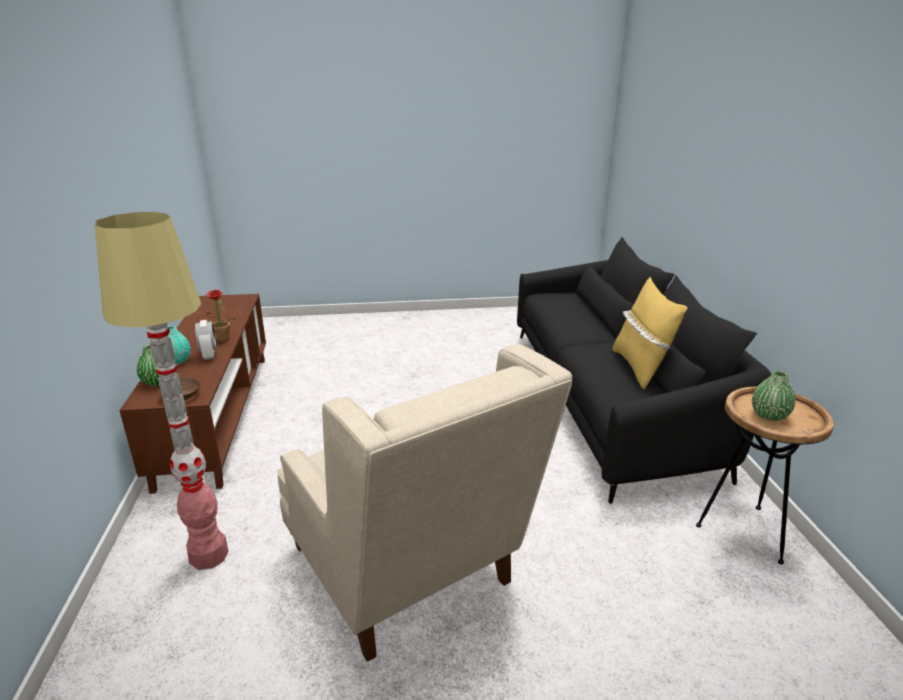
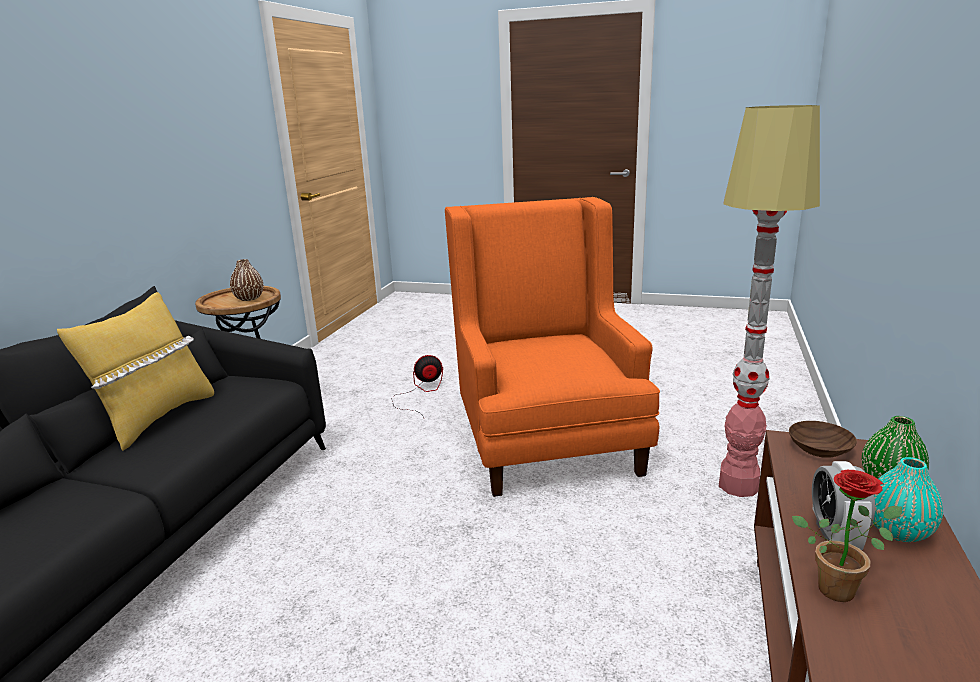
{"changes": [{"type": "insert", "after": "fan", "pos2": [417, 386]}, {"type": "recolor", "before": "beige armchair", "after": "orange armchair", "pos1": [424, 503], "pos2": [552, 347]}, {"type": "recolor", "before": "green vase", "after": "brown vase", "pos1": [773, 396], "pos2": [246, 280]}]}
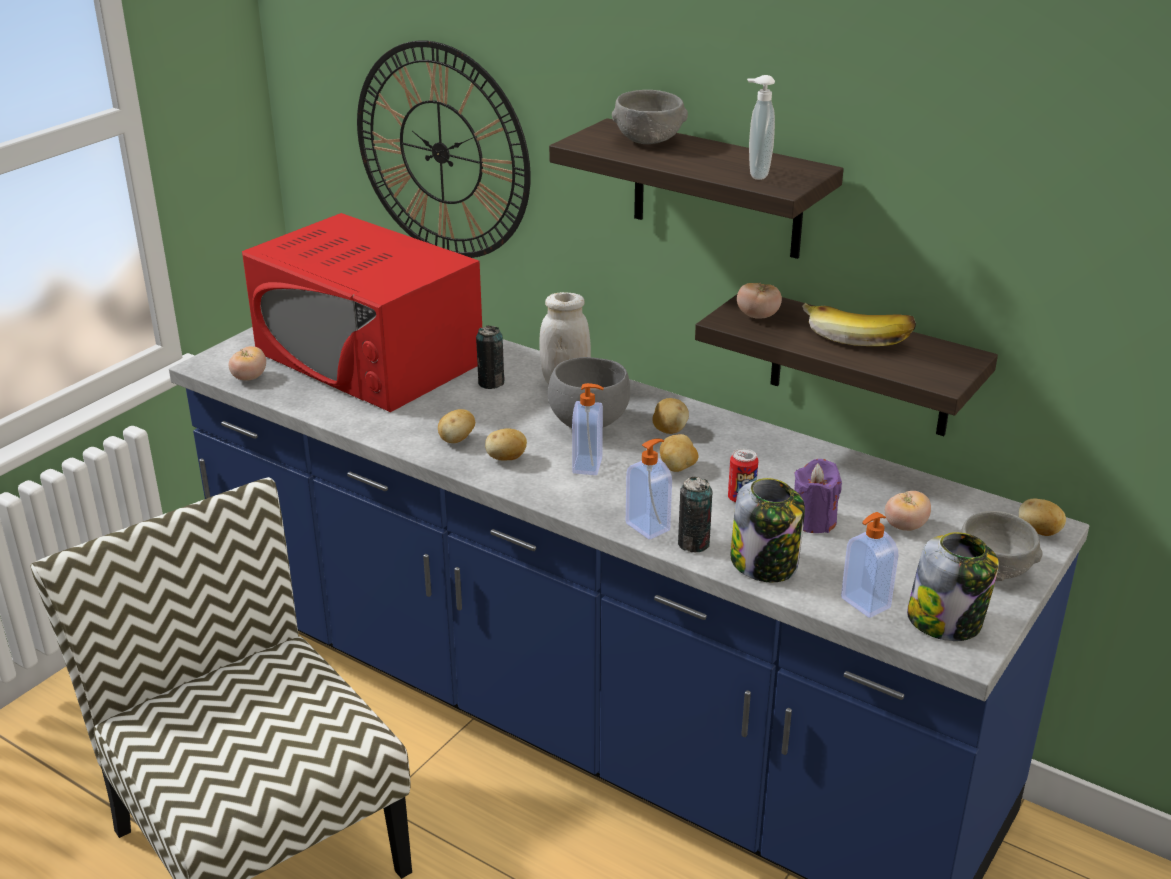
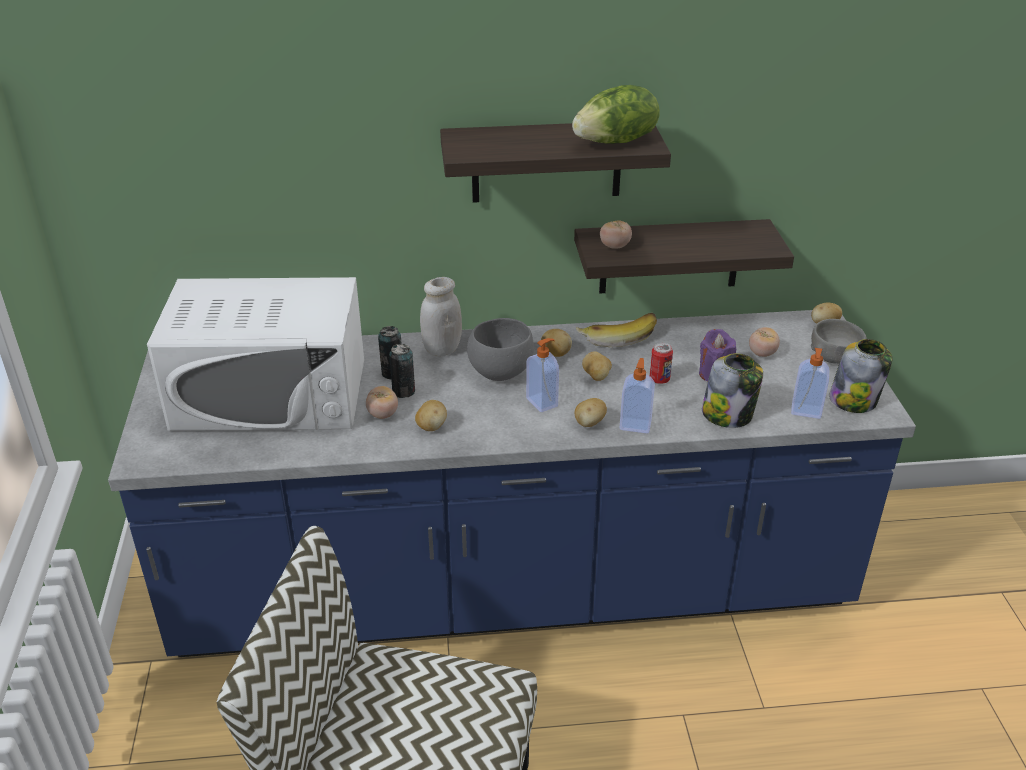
{"changes": [{"type": "delete", "before": "wall clock", "pos1": [444, 149]}, {"type": "delete", "before": "grey bowl", "pos1": [650, 117]}, {"type": "move", "before": "tomato", "pos1": [247, 363], "pos2": [382, 402]}, {"type": "move", "before": "potato", "pos1": [506, 444], "pos2": [591, 412]}, {"type": "move", "before": "can", "pos1": [695, 514], "pos2": [402, 371]}, {"type": "move", "before": "banana", "pos1": [859, 324], "pos2": [616, 330]}, {"type": "replace", "before": "soap dispenser", "after": "lettuce", "pos1": [761, 127], "pos2": [616, 114]}, {"type": "recolor", "before": "red microwave", "after": "white microwave", "pos1": [362, 312], "pos2": [255, 354]}]}
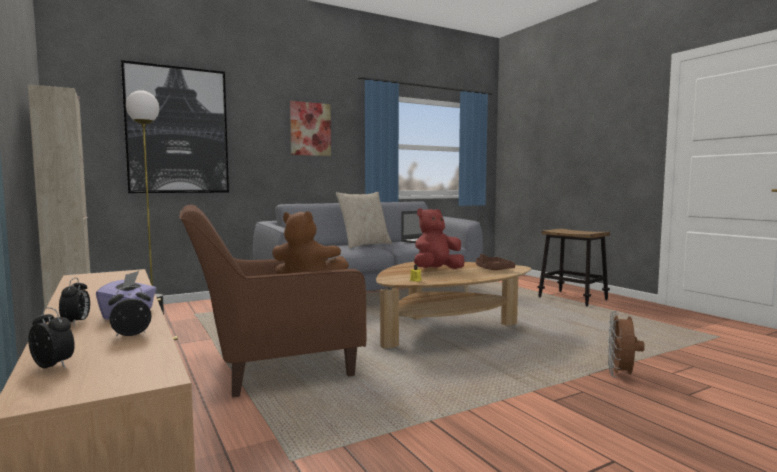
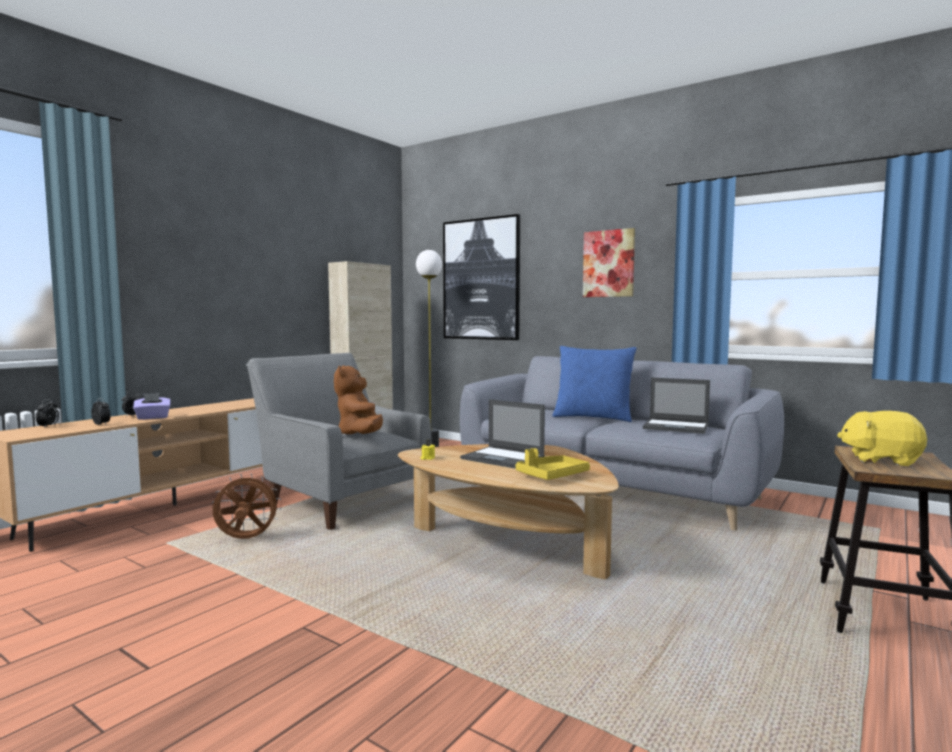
{"changes": [{"type": "insert", "after": "yellow plush toy", "pos2": [882, 438]}, {"type": "move", "before": "brown fan", "pos1": [626, 344], "pos2": [246, 506]}, {"type": "replace", "before": "red plush toy", "after": "laptop", "pos1": [439, 238], "pos2": [502, 434]}, {"type": "recolor", "before": "brown armchair", "after": "grey armchair", "pos1": [272, 301], "pos2": [339, 441]}, {"type": "recolor", "before": "beige pillow", "after": "blue pillow", "pos1": [364, 220], "pos2": [594, 384]}, {"type": "recolor", "before": "brown tray", "after": "yellow tray", "pos1": [495, 262], "pos2": [553, 464]}]}
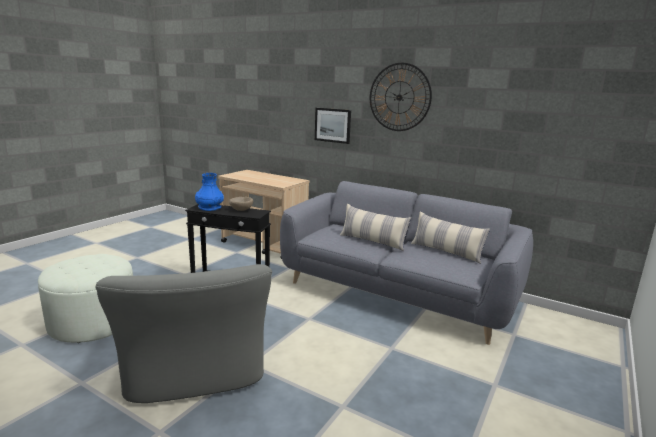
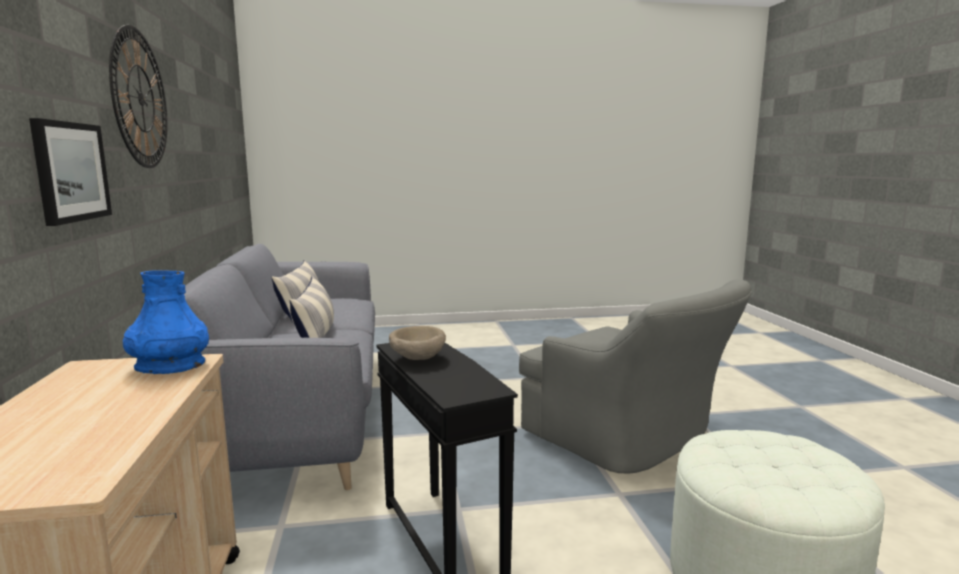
{"changes": [{"type": "move", "before": "blue vase", "pos1": [209, 192], "pos2": [166, 322]}, {"type": "rotate", "before": "grey armchair", "pos1": [183, 333], "pos2": [635, 376], "turn": 105}]}
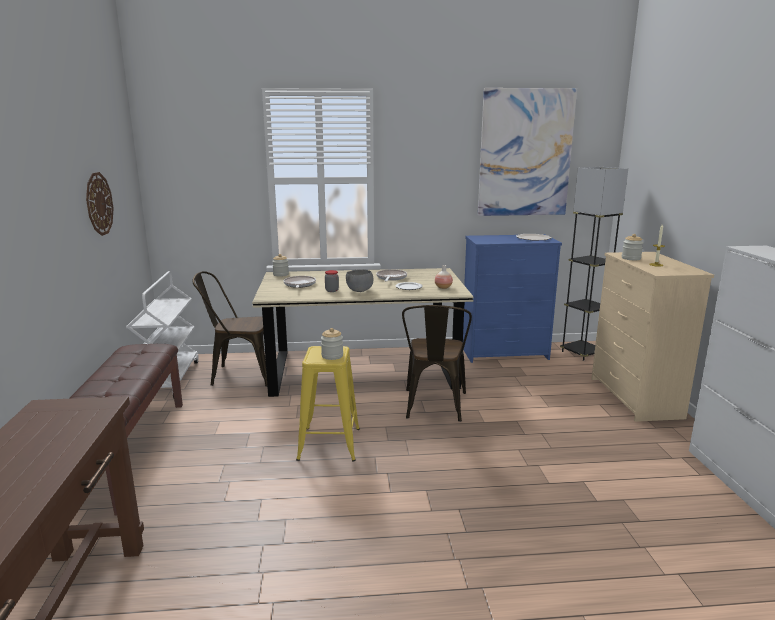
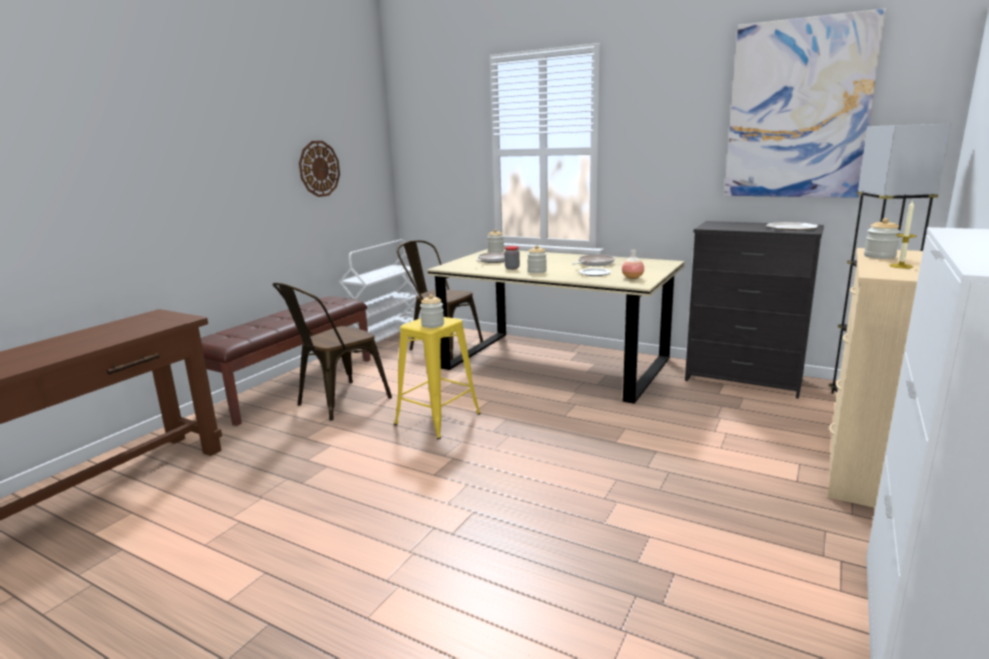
{"changes": [{"type": "move", "before": "brown chair", "pos1": [437, 363], "pos2": [332, 352]}, {"type": "replace", "before": "grey bowl", "after": "jar", "pos1": [359, 281], "pos2": [537, 259]}, {"type": "recolor", "before": "blue dresser", "after": "black dresser", "pos1": [512, 298], "pos2": [754, 310]}]}
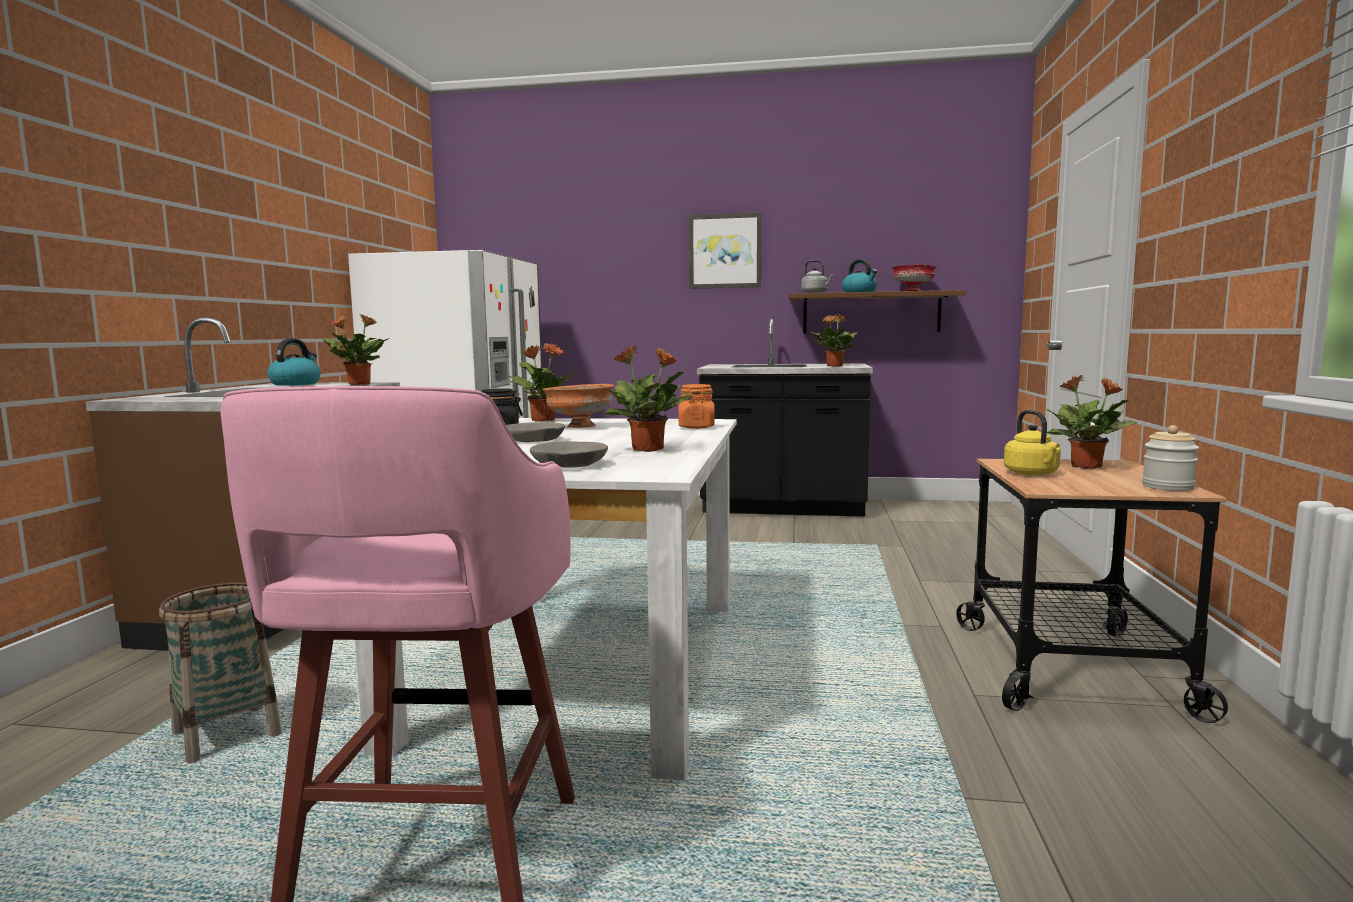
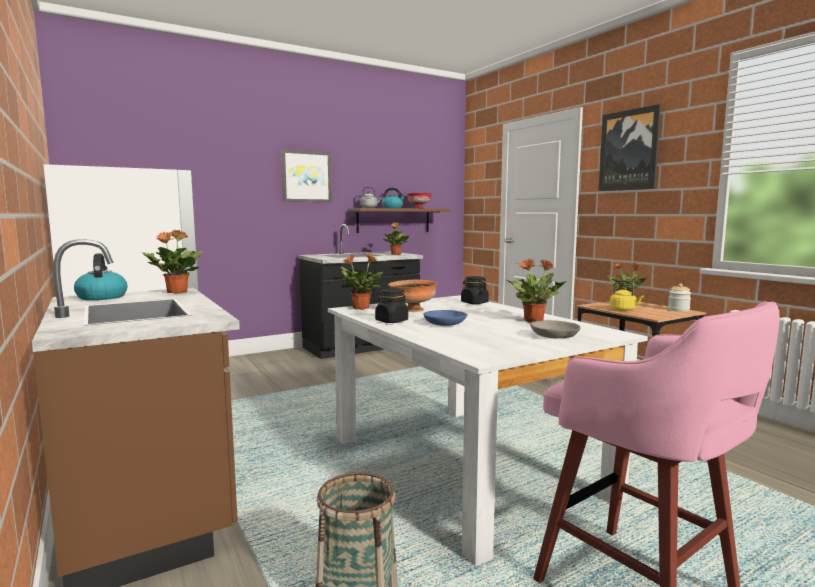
{"changes": [{"type": "insert", "after": "picture", "pos2": [630, 147]}, {"type": "recolor", "before": "grey bowl", "after": "blue bowl", "pos1": [535, 432], "pos2": [445, 318]}, {"type": "recolor", "before": "orange jar", "after": "black jar", "pos1": [696, 406], "pos2": [475, 290]}]}
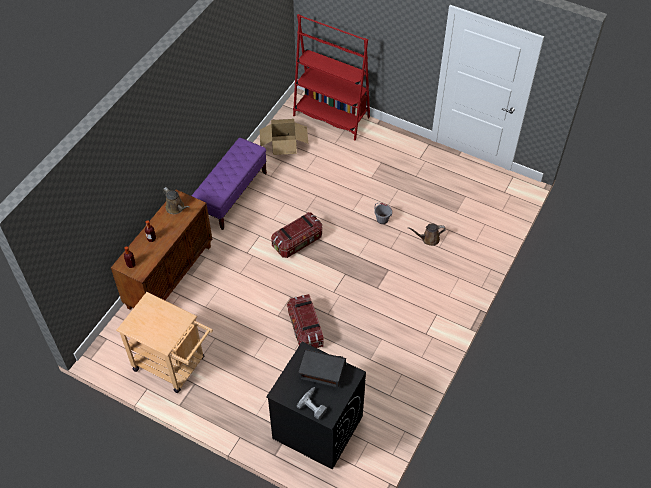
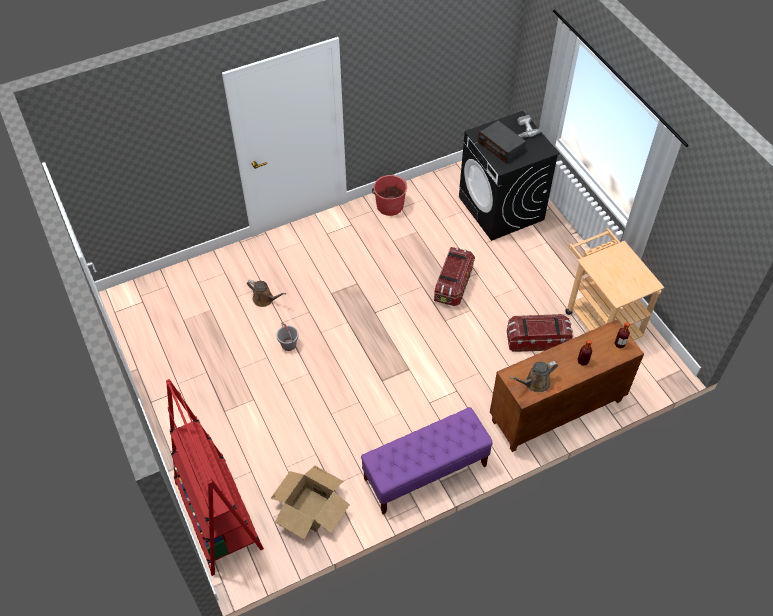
{"changes": [{"type": "insert", "after": "red bucket", "pos2": [389, 195]}, {"type": "move", "before": "storage box", "pos1": [296, 235], "pos2": [540, 333]}, {"type": "rotate", "before": "brown watering can", "pos1": [176, 200], "pos2": [533, 376], "turn": -105}]}
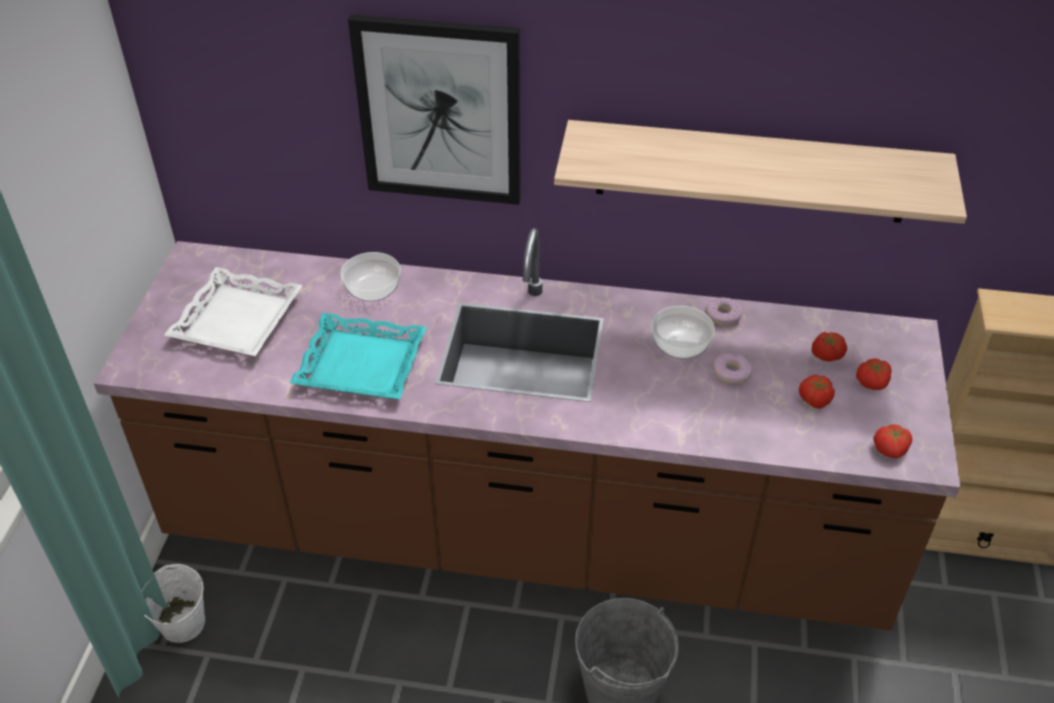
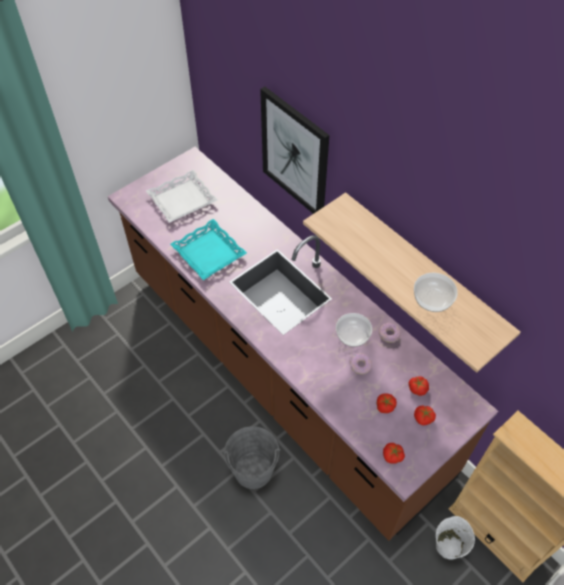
{"changes": [{"type": "move", "before": "white bucket", "pos1": [173, 603], "pos2": [455, 538]}, {"type": "move", "before": "bowl", "pos1": [371, 277], "pos2": [436, 292]}]}
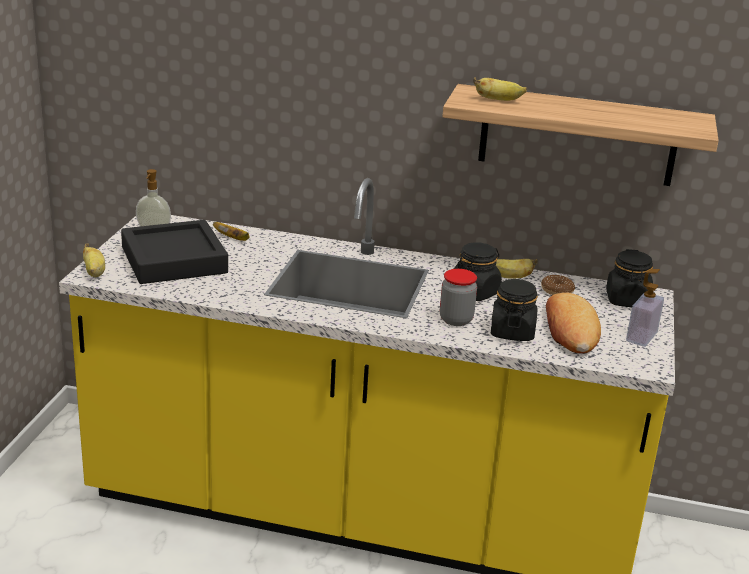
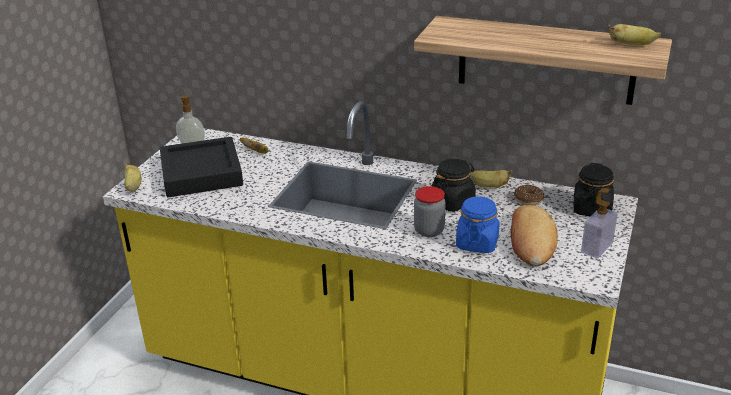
{"changes": [{"type": "move", "before": "banana", "pos1": [500, 89], "pos2": [634, 34]}, {"type": "recolor", "before": "black jar", "after": "blue jar", "pos1": [514, 310], "pos2": [477, 224]}]}
